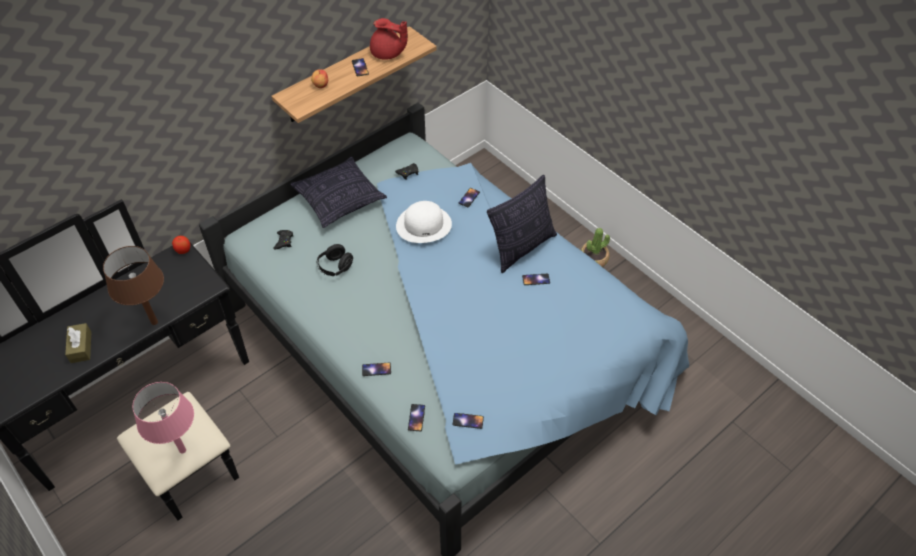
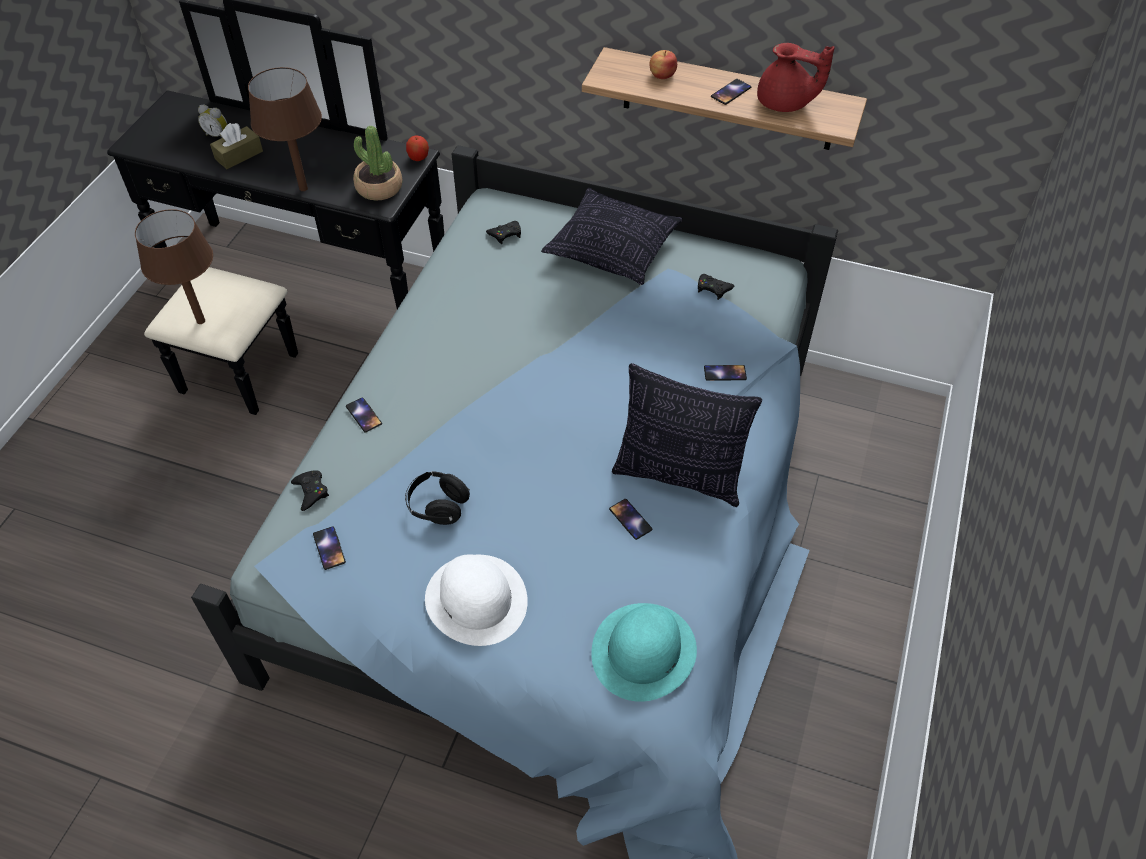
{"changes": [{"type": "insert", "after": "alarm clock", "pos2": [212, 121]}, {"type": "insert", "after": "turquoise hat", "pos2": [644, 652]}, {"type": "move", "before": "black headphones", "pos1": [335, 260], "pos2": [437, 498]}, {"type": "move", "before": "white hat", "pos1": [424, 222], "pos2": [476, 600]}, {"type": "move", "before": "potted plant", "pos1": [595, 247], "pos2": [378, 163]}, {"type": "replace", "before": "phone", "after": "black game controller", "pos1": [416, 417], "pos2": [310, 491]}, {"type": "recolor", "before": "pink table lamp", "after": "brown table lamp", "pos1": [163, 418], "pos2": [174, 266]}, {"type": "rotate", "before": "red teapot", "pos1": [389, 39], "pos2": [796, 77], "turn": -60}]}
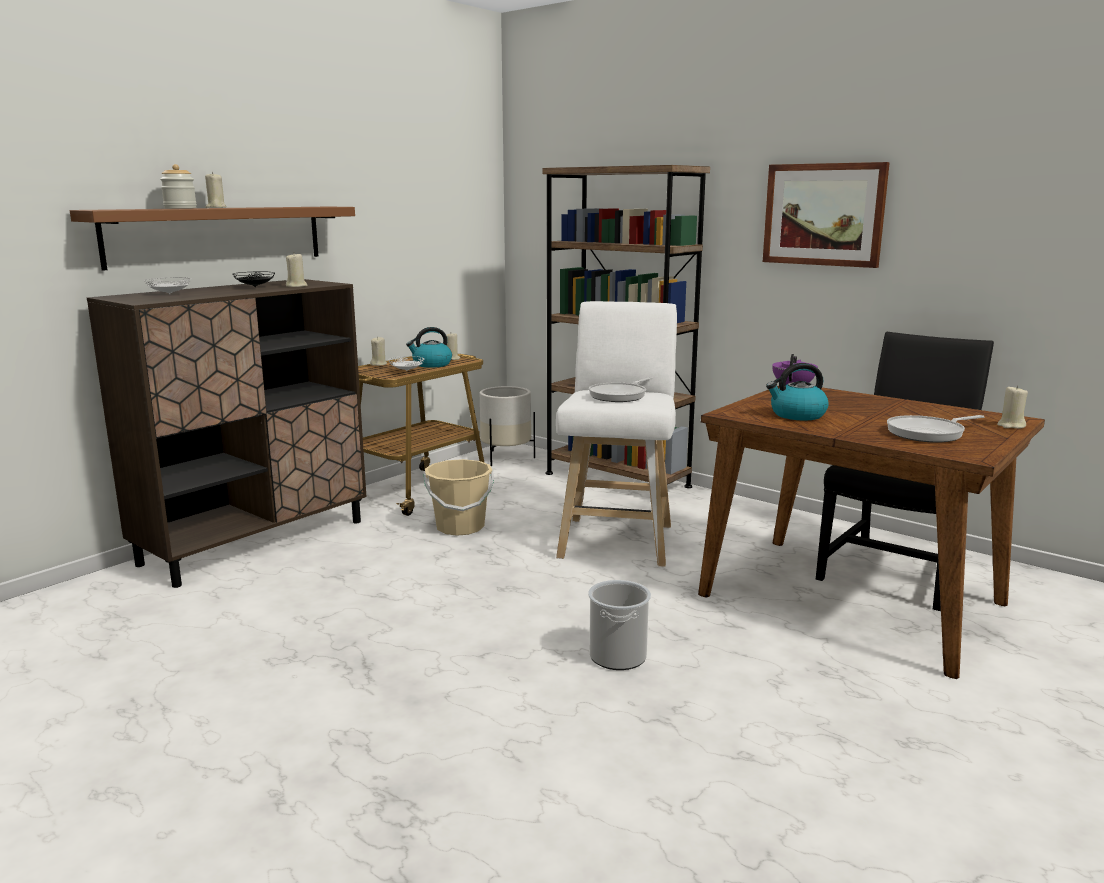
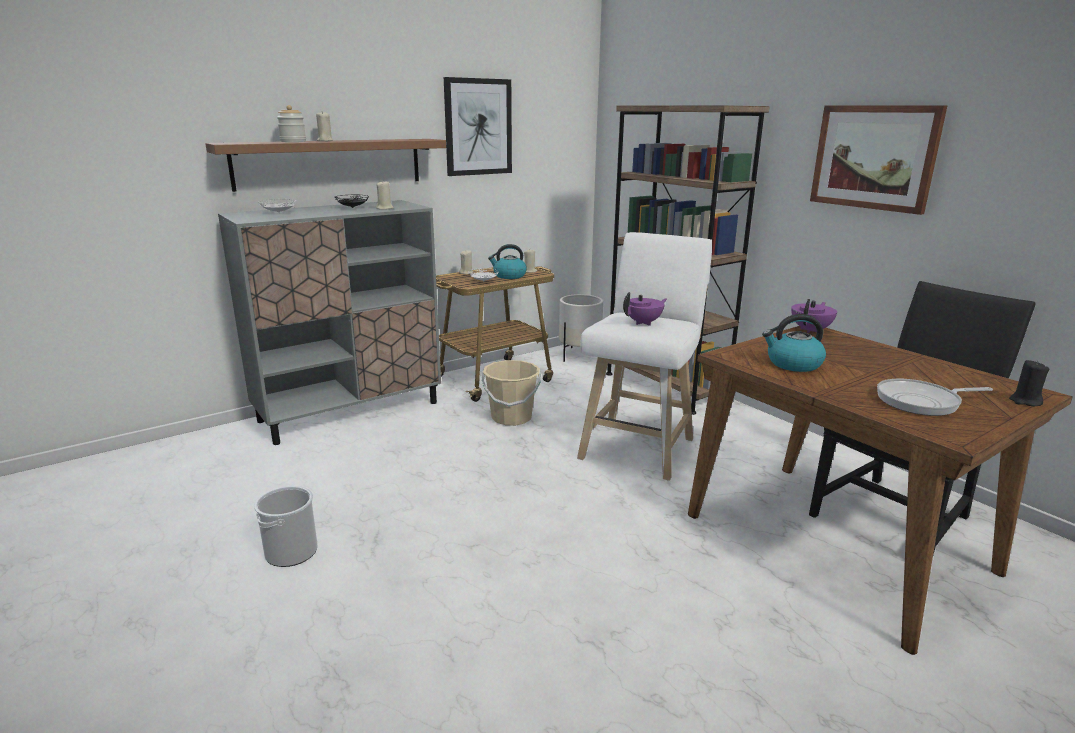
{"changes": [{"type": "insert", "after": "picture", "pos2": [478, 126]}, {"type": "move", "before": "bucket", "pos1": [619, 625], "pos2": [286, 526]}, {"type": "replace", "before": "frying pan", "after": "purple teapot", "pos1": [621, 389], "pos2": [645, 309]}, {"type": "recolor", "before": "brown cabinet", "after": "grey cabinet", "pos1": [226, 433], "pos2": [329, 322]}, {"type": "recolor", "before": "beige candle", "after": "black candle", "pos1": [1012, 407], "pos2": [1029, 383]}]}
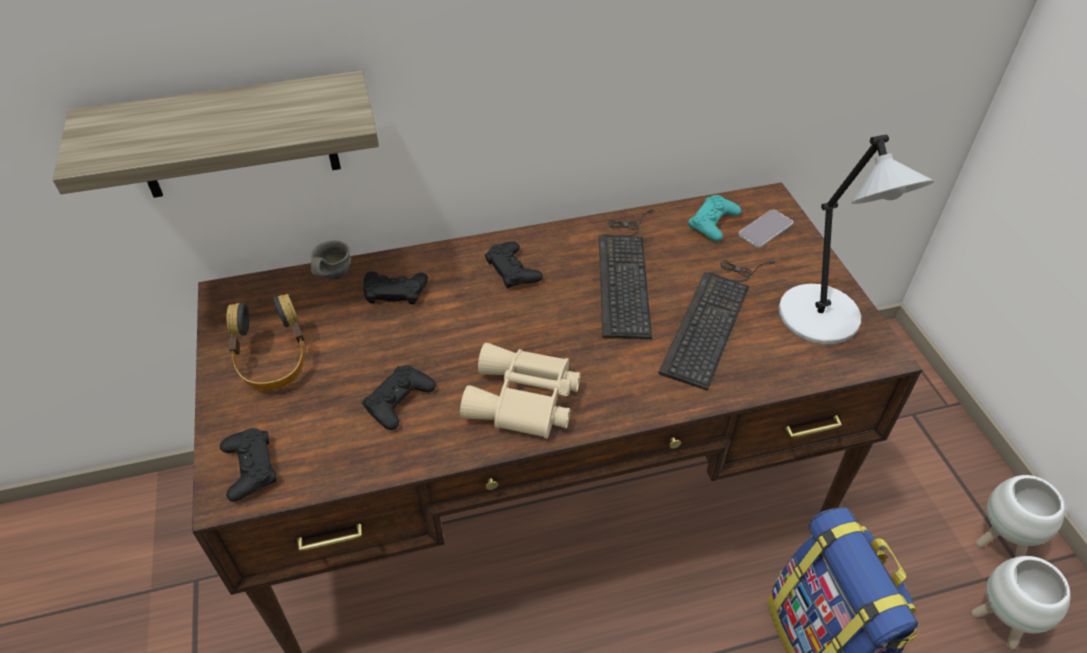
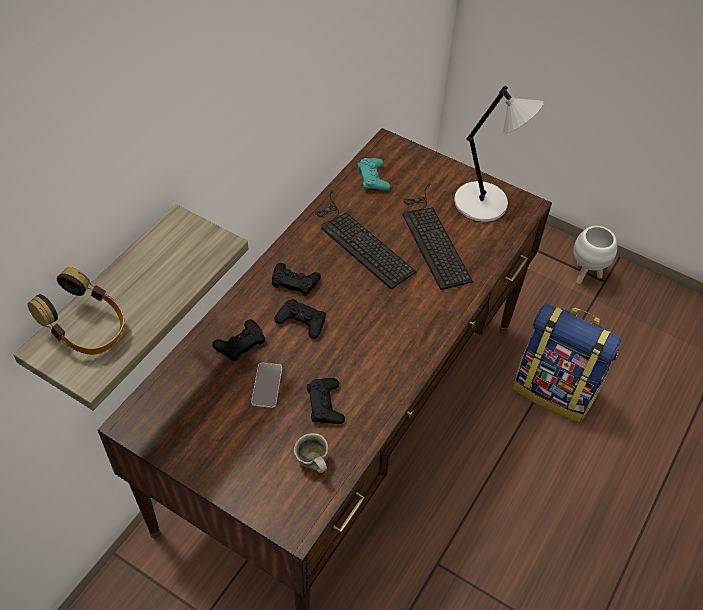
{"changes": [{"type": "delete", "before": "beige binoculars", "pos1": [520, 391]}, {"type": "delete", "before": "white planter", "pos1": [1021, 603]}, {"type": "move", "before": "black game controller", "pos1": [248, 465], "pos2": [300, 319]}, {"type": "move", "before": "headphones", "pos1": [266, 342], "pos2": [76, 311]}, {"type": "move", "before": "grey mug", "pos1": [331, 259], "pos2": [311, 453]}, {"type": "move", "before": "phone", "pos1": [766, 229], "pos2": [266, 385]}]}
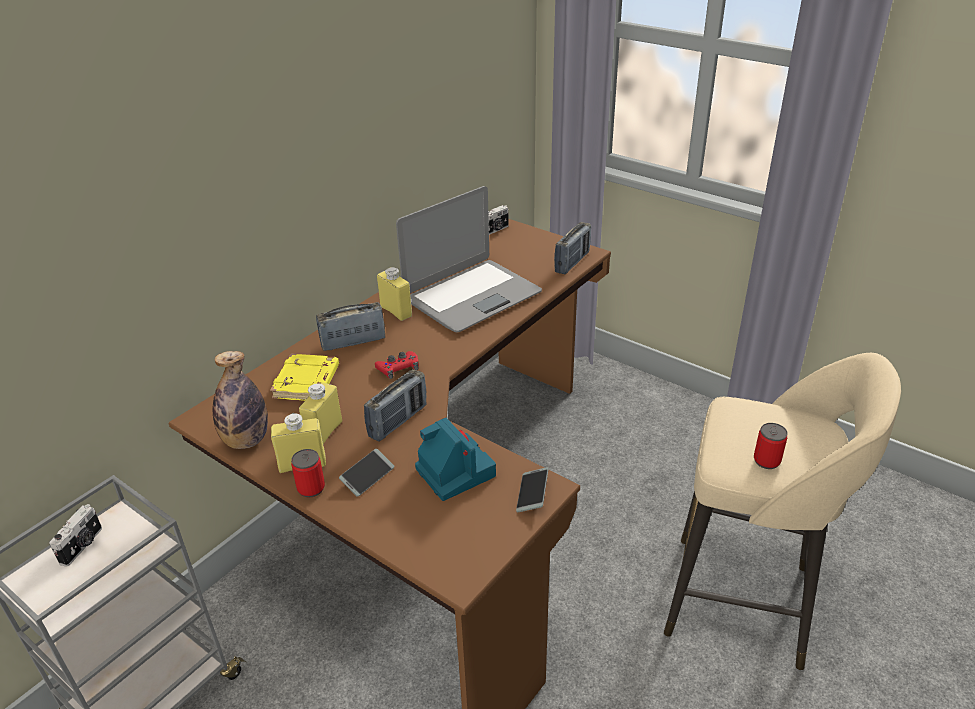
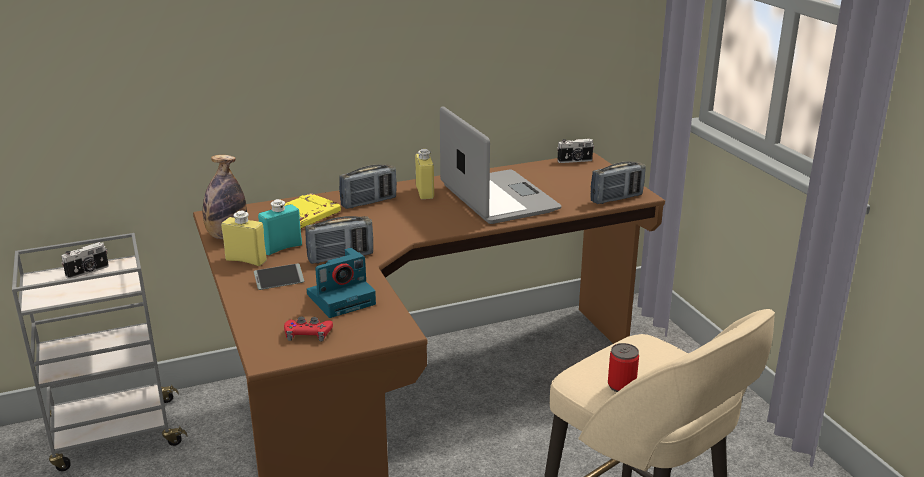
{"changes": [{"type": "delete", "before": "can", "pos1": [308, 473]}, {"type": "delete", "before": "phone", "pos1": [532, 490]}, {"type": "move", "before": "red game controller", "pos1": [397, 365], "pos2": [308, 329]}, {"type": "recolor", "before": "yellow bottle", "after": "turquoise bottle", "pos1": [320, 413], "pos2": [280, 227]}, {"type": "rotate", "before": "radio", "pos1": [350, 326], "pos2": [368, 187], "turn": 135}, {"type": "rotate", "before": "laptop", "pos1": [469, 259], "pos2": [500, 165], "turn": -105}, {"type": "rotate", "before": "photo camera", "pos1": [455, 459], "pos2": [341, 283], "turn": 60}]}
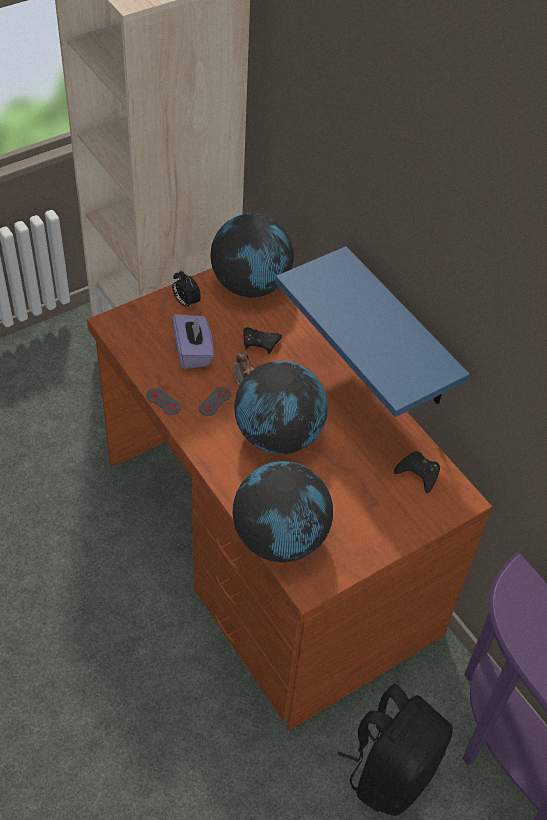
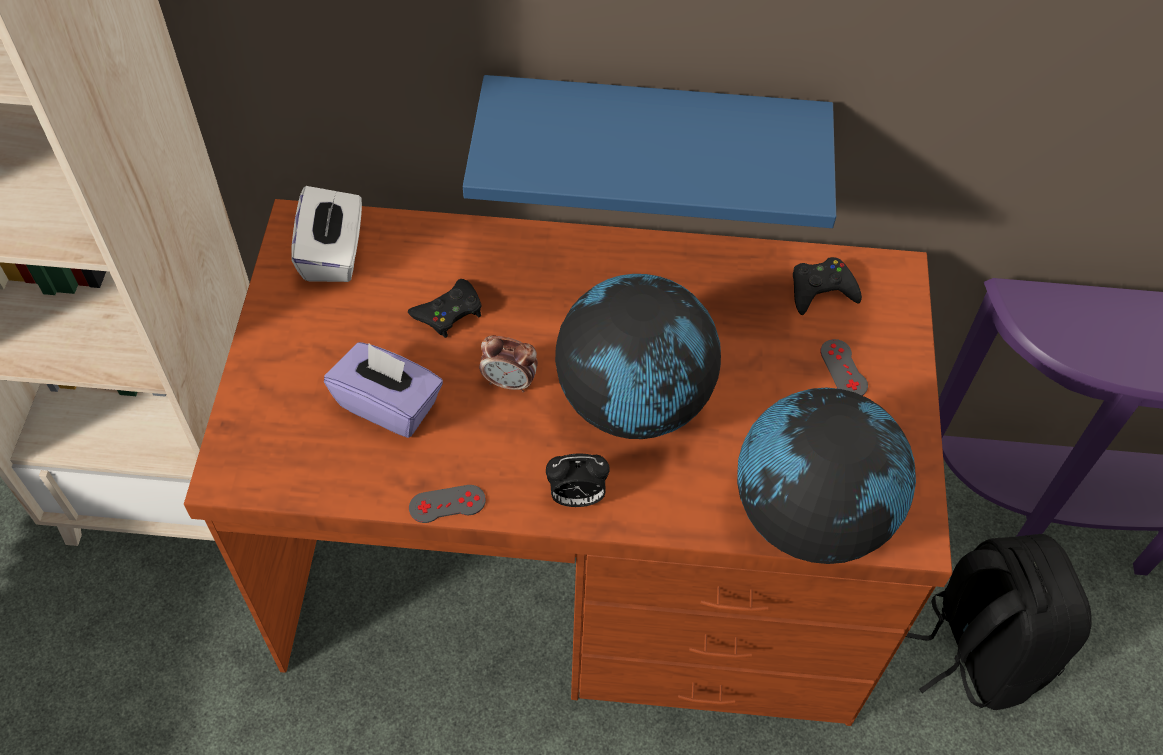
{"changes": [{"type": "move", "before": "alarm clock", "pos1": [186, 289], "pos2": [578, 480]}, {"type": "move", "before": "grey game controller", "pos1": [215, 401], "pos2": [844, 367]}, {"type": "replace", "before": "globe", "after": "white tissue box", "pos1": [252, 255], "pos2": [327, 234]}]}
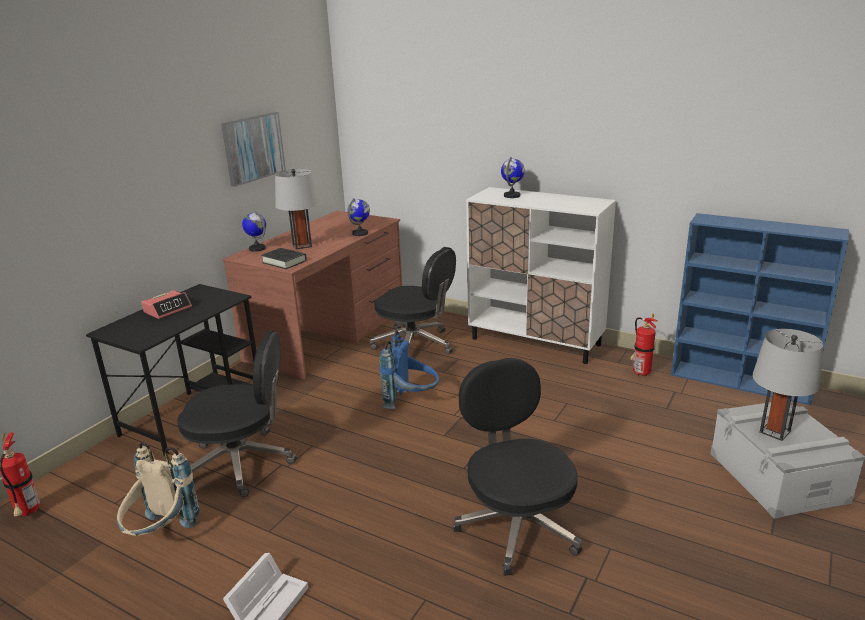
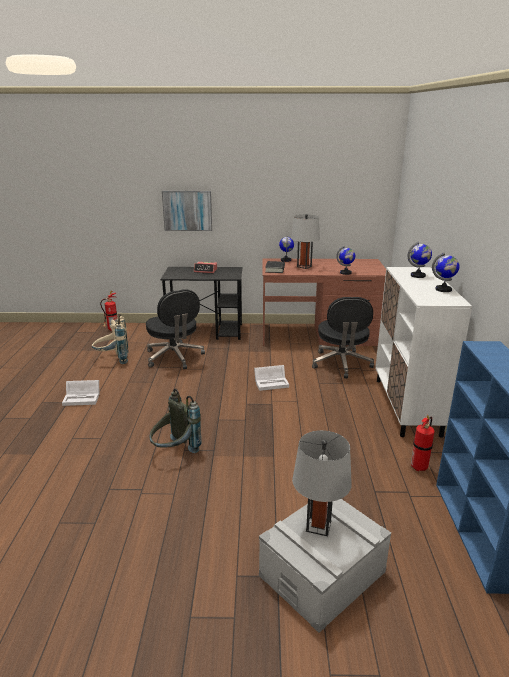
{"changes": [{"type": "insert", "after": "globe", "pos2": [445, 272]}, {"type": "move", "before": "picture", "pos1": [253, 149], "pos2": [187, 211]}, {"type": "replace", "before": "blue backpack", "after": "white storage box", "pos1": [409, 369], "pos2": [271, 378]}, {"type": "replace", "before": "black office chair", "after": "grey backpack", "pos1": [517, 467], "pos2": [176, 420]}]}
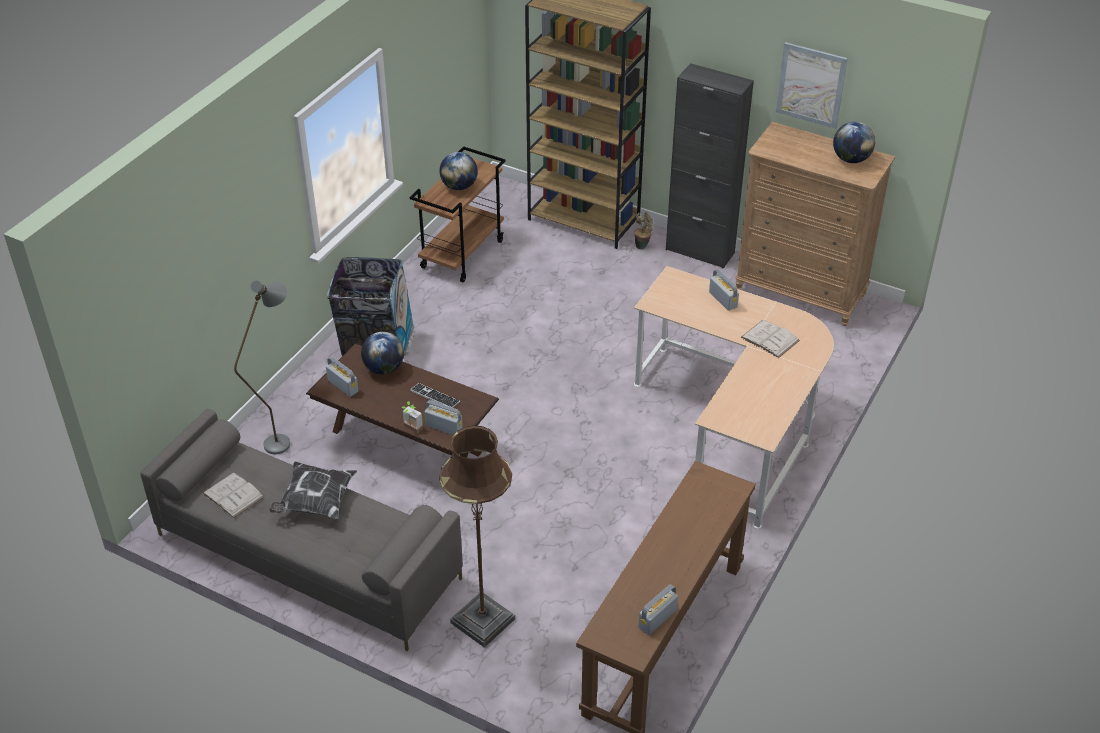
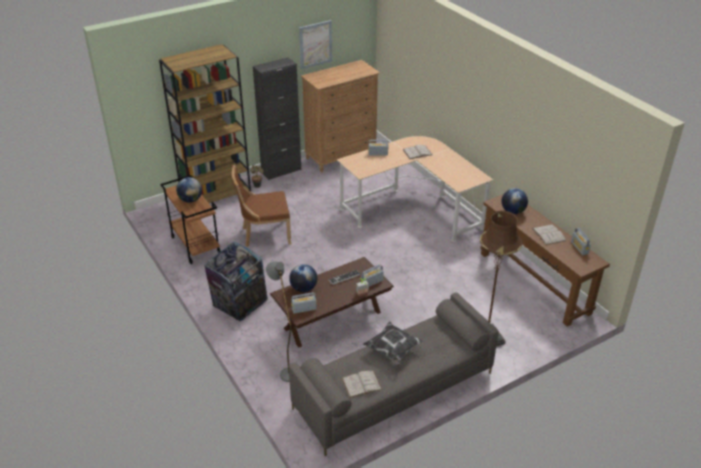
{"changes": [{"type": "insert", "after": "brown chair", "pos2": [262, 206]}, {"type": "insert", "after": "white book", "pos2": [549, 234]}, {"type": "move", "before": "globe", "pos1": [854, 142], "pos2": [515, 201]}]}
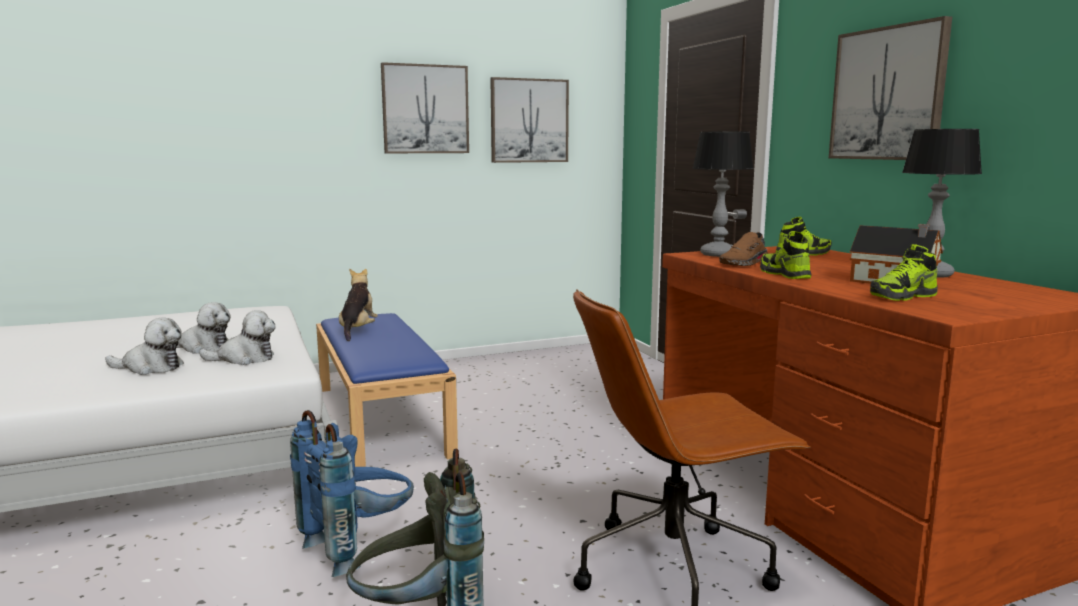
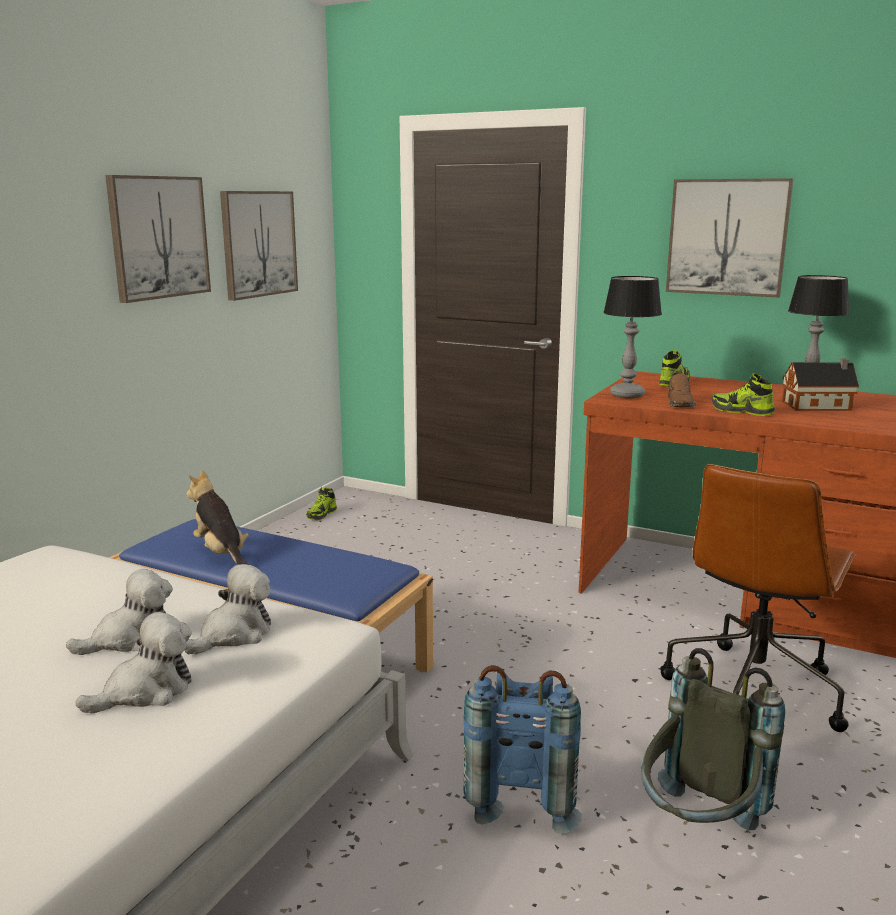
{"changes": [{"type": "move", "before": "shoe", "pos1": [903, 272], "pos2": [321, 503]}]}
